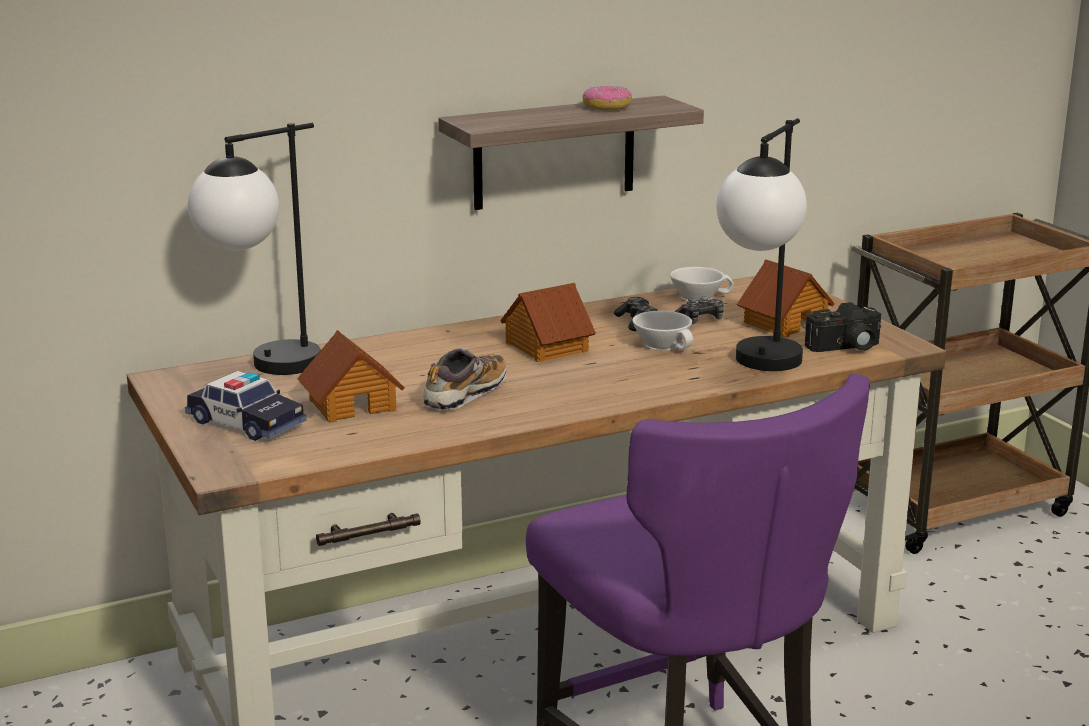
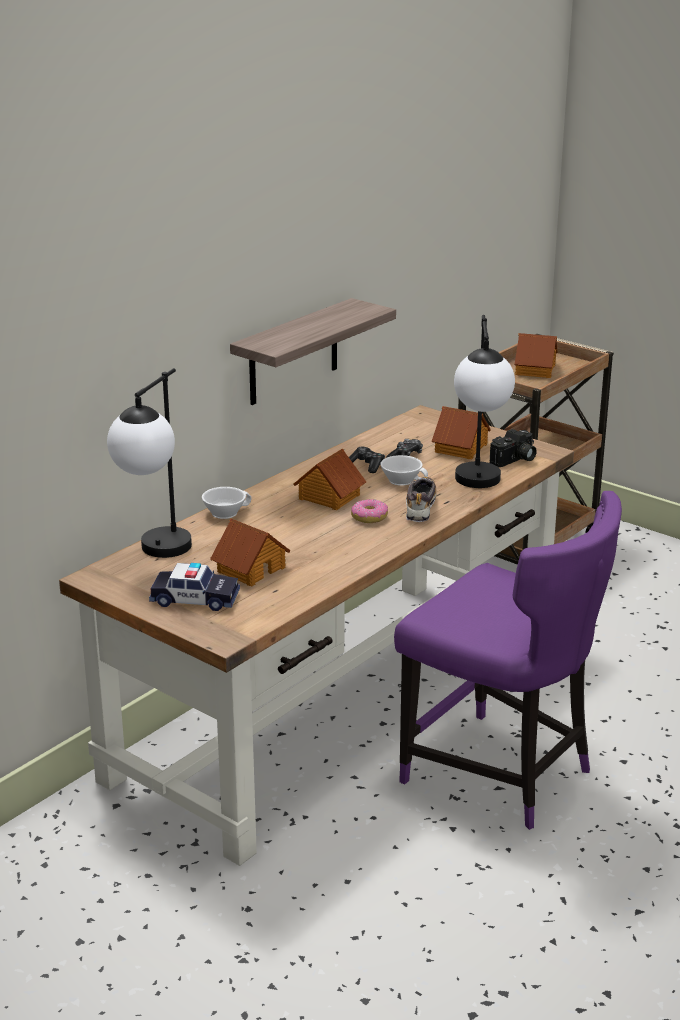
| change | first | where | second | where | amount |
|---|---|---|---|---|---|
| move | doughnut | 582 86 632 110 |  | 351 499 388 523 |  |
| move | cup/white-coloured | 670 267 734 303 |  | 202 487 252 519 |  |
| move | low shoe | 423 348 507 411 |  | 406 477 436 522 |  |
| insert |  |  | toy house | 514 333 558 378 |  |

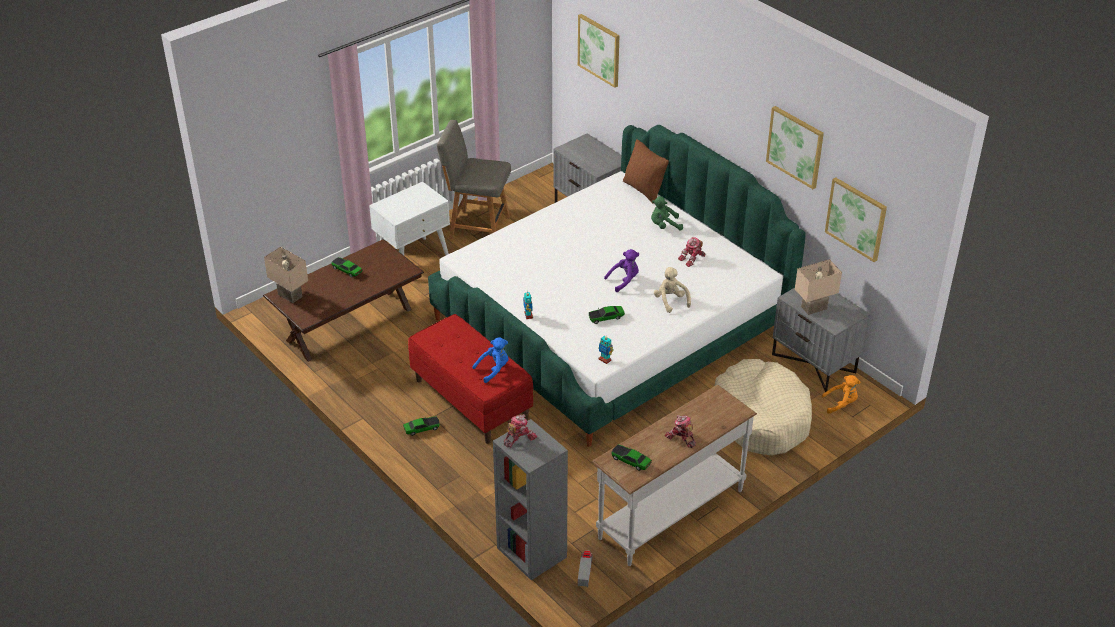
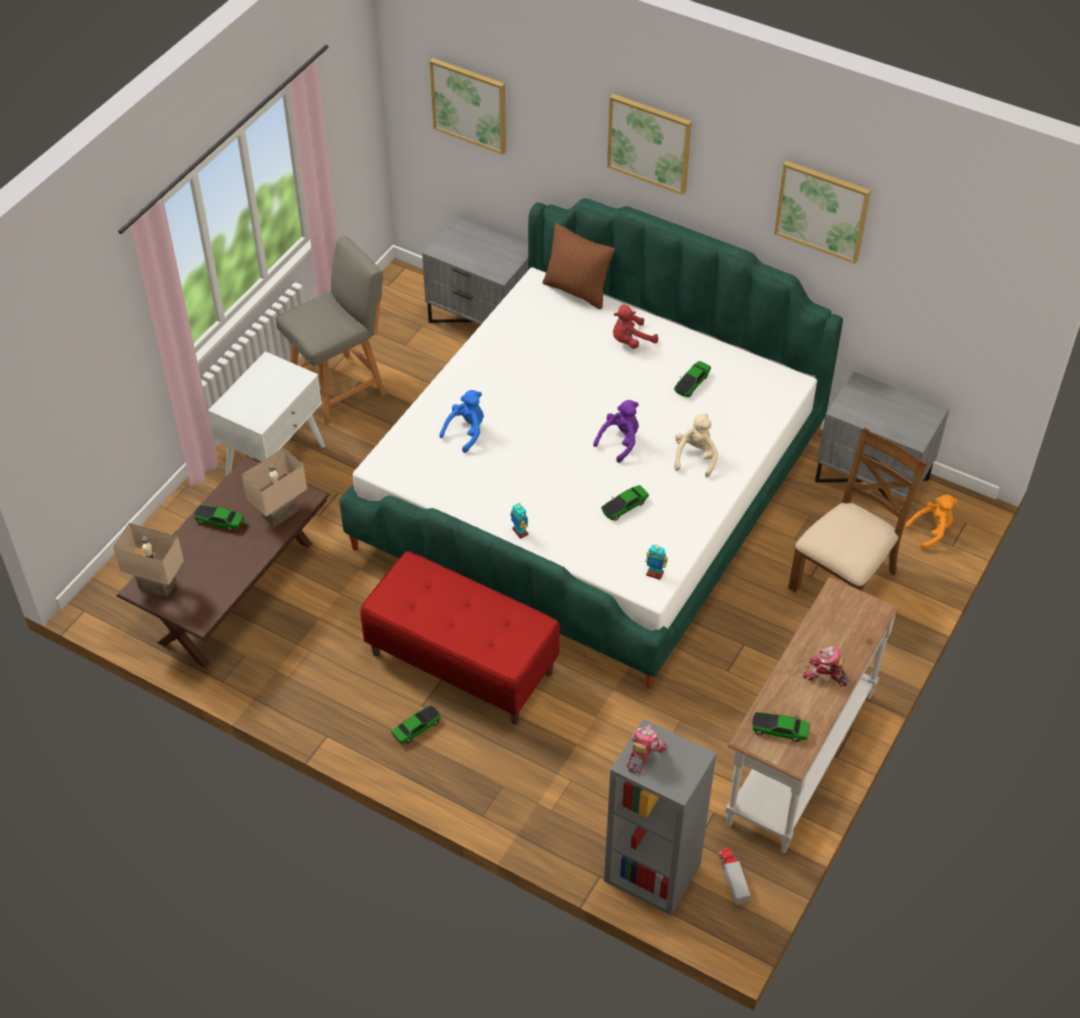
| change | first | where | second | where | amount |
|---|---|---|---|---|---|
| rotate | chair/grey | 437 120 511 239 |  | 276 235 386 425 | 150 degrees clockwise |
| move | picture | 825 177 887 262 |  | 607 94 692 195 |  |
| recolor | plush toy/green-coloured | 651 196 683 231 | plush toy/red | 613 305 658 349 |  |
| replace | robot figure | 678 237 705 267 | model car | 674 361 711 397 |  |
| move | lamp for a table/sand-coloured | 795 259 842 315 |  | 242 448 307 527 |  |
| rotate | plush toy/sand-coloured | 654 267 691 313 |  | 674 414 718 477 | 60 degrees clockwise |
| move | plush toy/blue-coloured | 473 337 508 383 |  | 439 390 484 453 |  |
| replace | pet bed/sand-coloured | 715 359 812 456 | chair/brown-coloured | 788 428 927 593 |  |

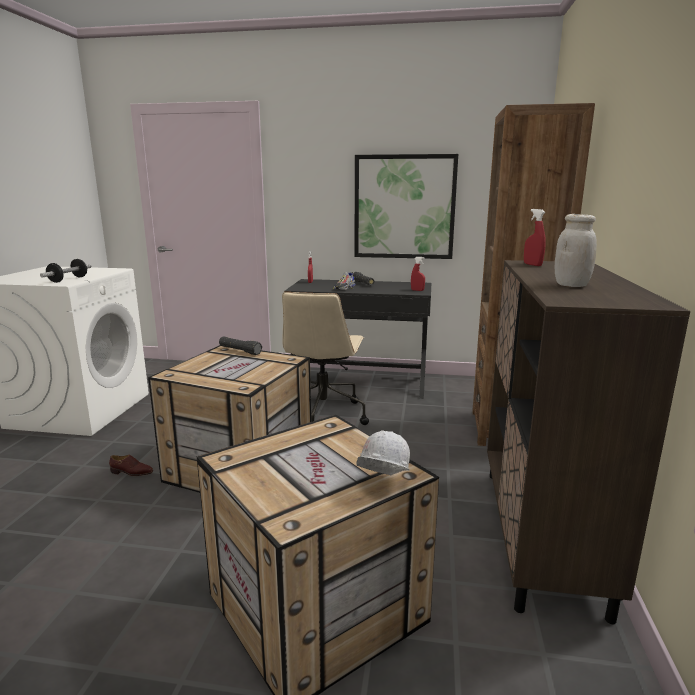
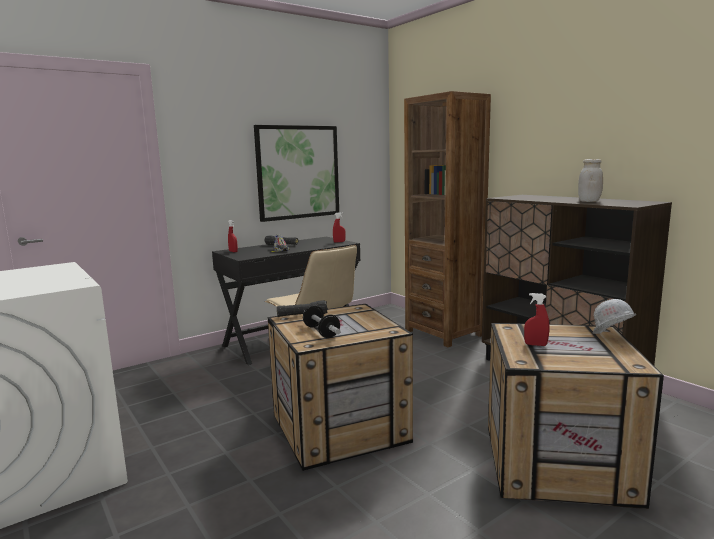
| change | first | where | second | where | amount |
|---|---|---|---|---|---|
| move | sprayer/red | 524 209 546 266 |  | 524 293 549 346 |  |
| move | free weight | 40 259 91 283 |  | 303 305 340 338 |  |
| delete | low shoe/brown-coloured | 109 455 153 476 |  |  |  |

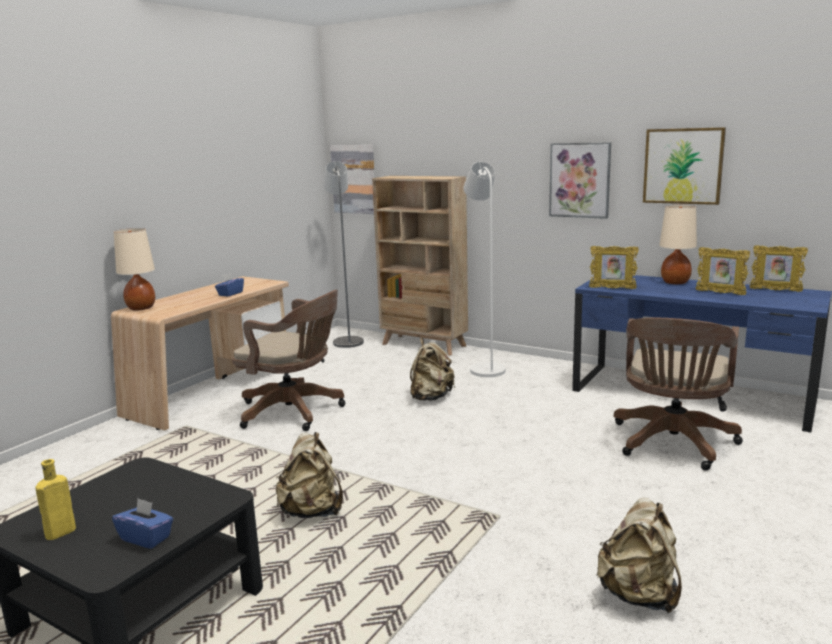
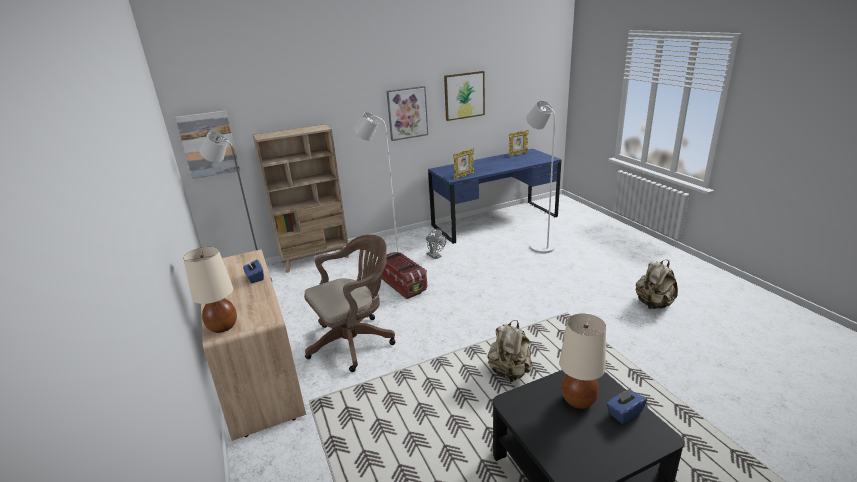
| change | first | where | second | where | amount |
|---|---|---|---|---|---|
| move | lamp for a table/sand-coloured | 659 205 697 284 |  | 559 314 606 409 |  |
| delete | photo frame | 695 247 750 295 |  |  |  |
| replace | desk chair/brown-coloured | 614 318 743 471 | floor lamp/white-coloured | 526 101 555 253 |  |
| replace | rucksack/sand-coloured | 410 337 455 401 | storage box | 382 252 427 299 |  |
| delete | drink bottle/yellowish | 35 459 76 540 |  |  |  |
| insert |  |  | electric fan/grey | 426 228 446 259 |  |

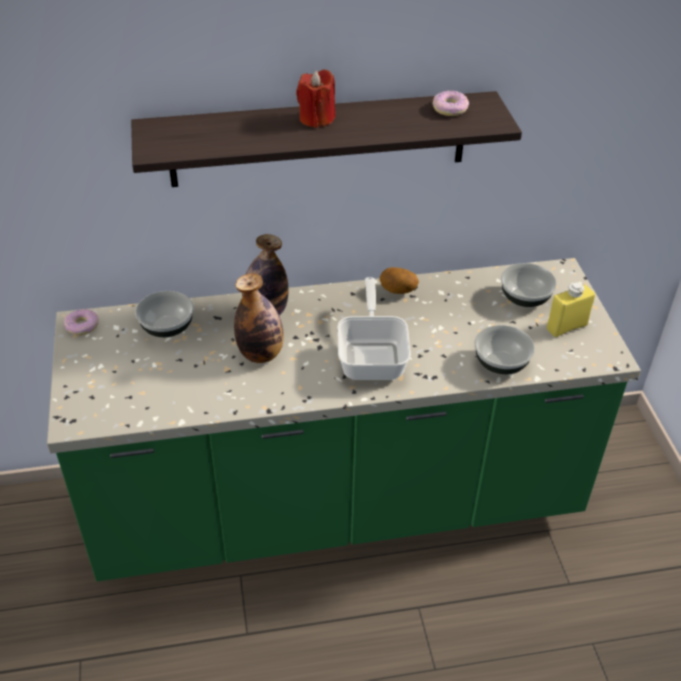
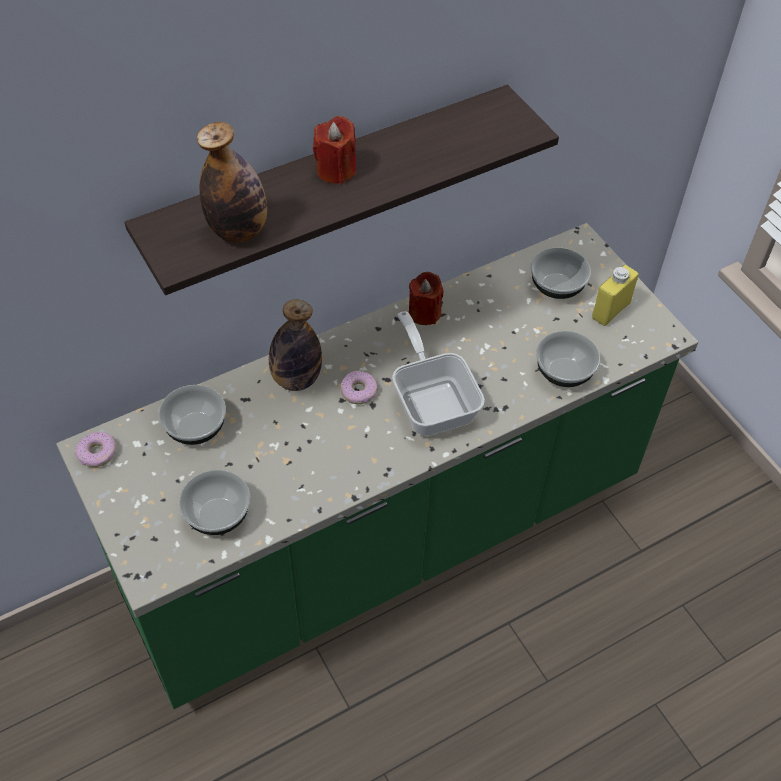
| change | first | where | second | where | amount |
|---|---|---|---|---|---|
| move | doughnut | 432 91 469 116 |  | 341 371 378 404 |  |
| replace | whole potato | 380 267 419 294 | wax light/red | 409 272 444 325 |  |
| move | drink bottle | 234 273 284 363 |  | 197 122 267 242 |  |
| insert |  |  | serving bowl | 179 470 250 535 |  |

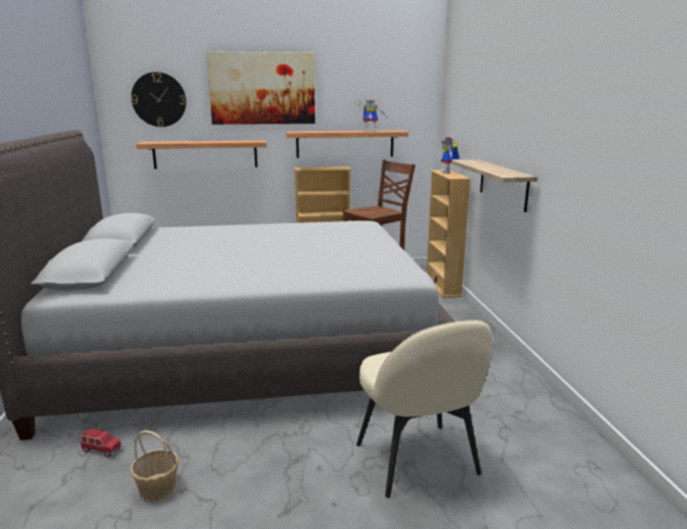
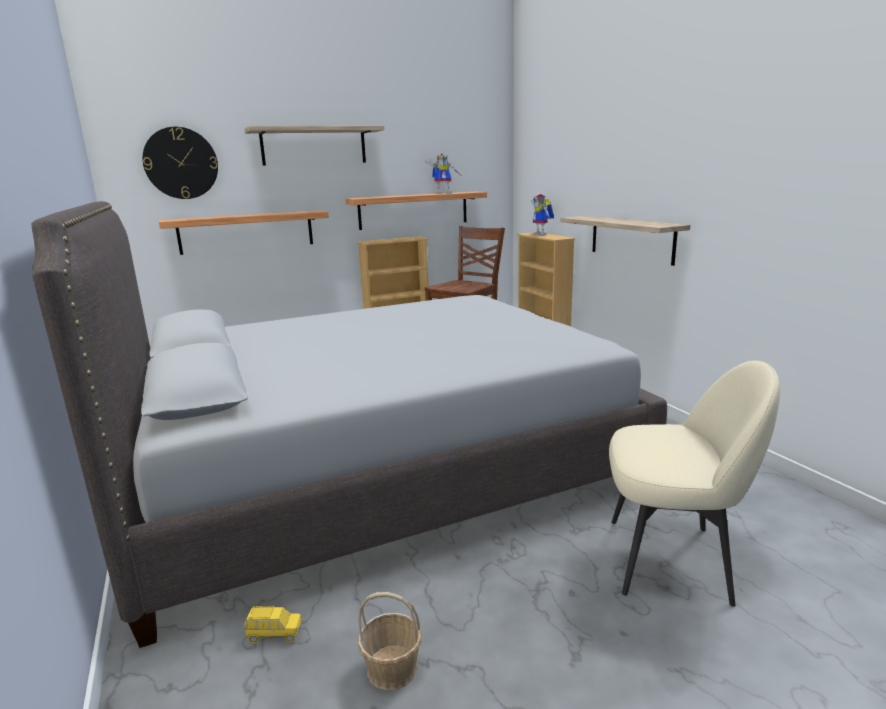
| change | first | where | second | where | amount |
|---|---|---|---|---|---|
| replace | picture | 207 51 315 124 | wall shelf | 245 126 385 166 |  |
| rotate | chair/sand-coloured | 356 320 493 498 |  | 609 360 780 607 | 45 degrees counterclockwise |
| recolor | model car/red | 81 428 121 458 | model car/yellowish | 245 606 302 643 |  |

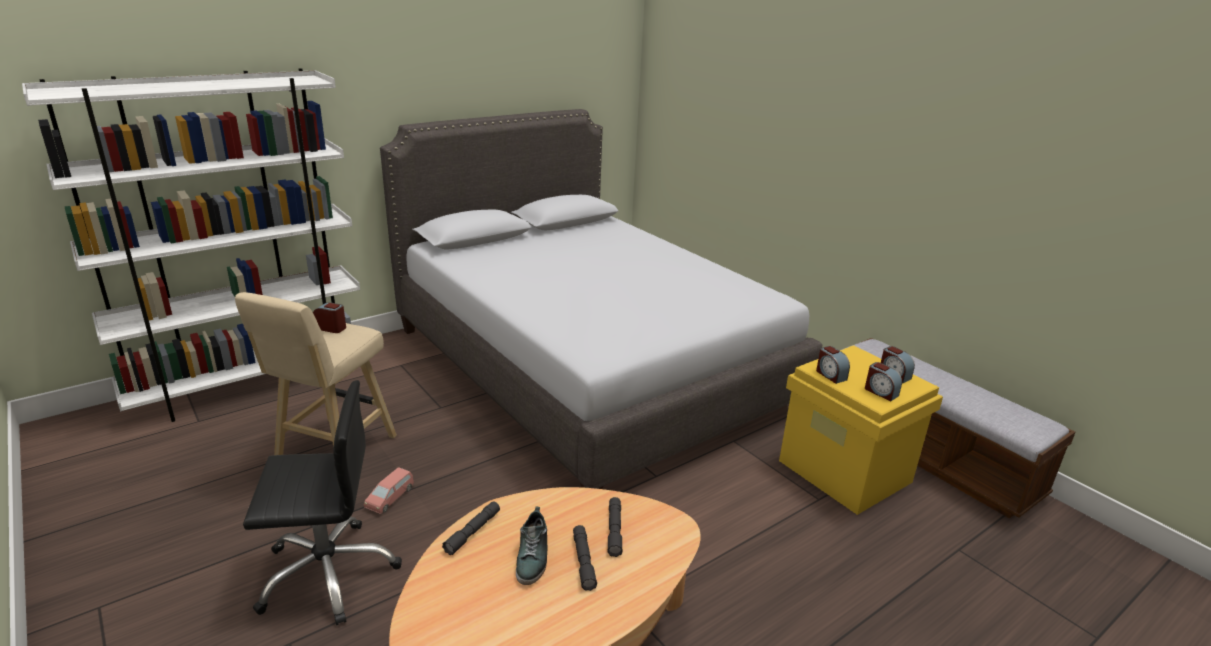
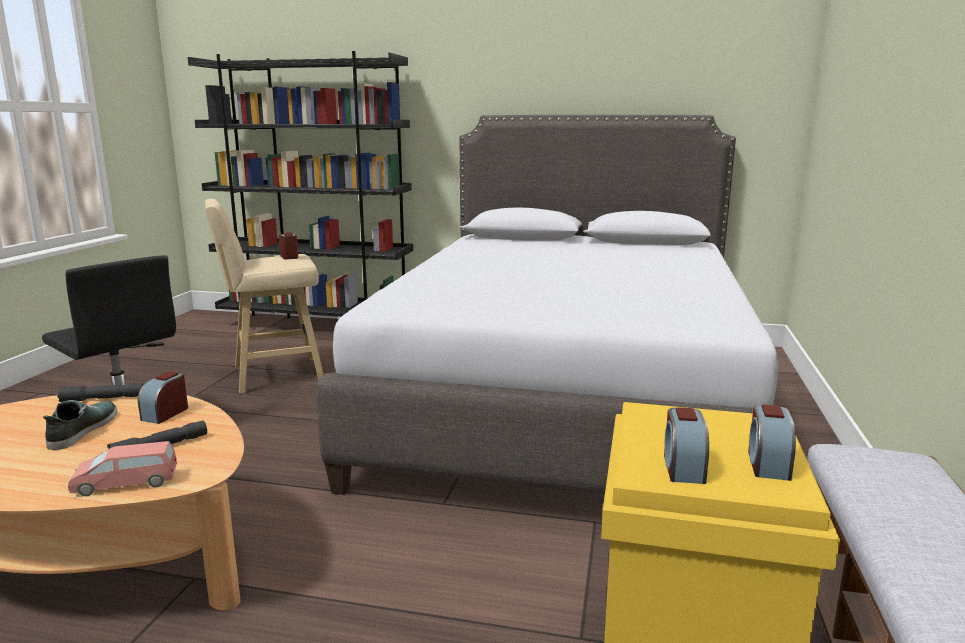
| change | first | where | second | where | amount |
|---|---|---|---|---|---|
| recolor | shelving unit/white-coloured | 22 68 360 422 | shelving unit/blackish | 188 51 413 318 |  |
| move | alarm clock | 816 346 850 384 |  | 138 371 188 424 |  |
| move | model car/pink-coloured | 364 467 414 514 |  | 68 441 177 496 |  |
| rotate | low shoe | 516 506 547 585 |  | 43 400 117 450 | 135 degrees clockwise |
| delete | hand torch/grey | 573 525 597 591 |  |  |  |

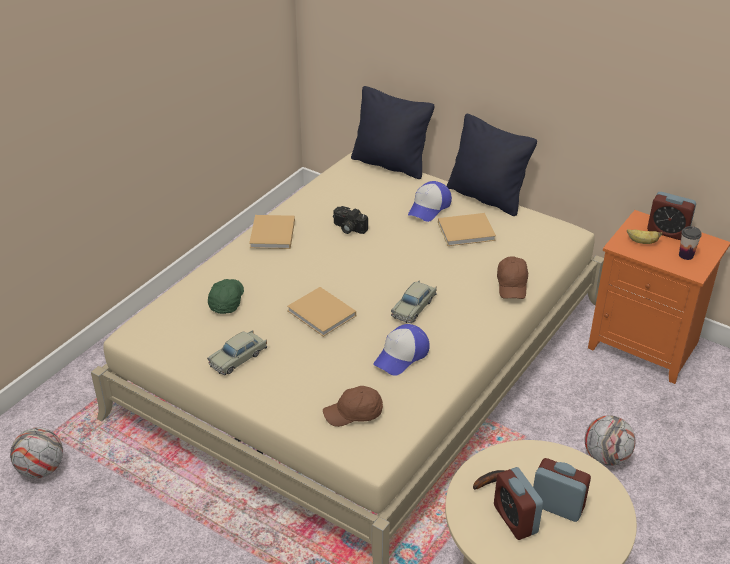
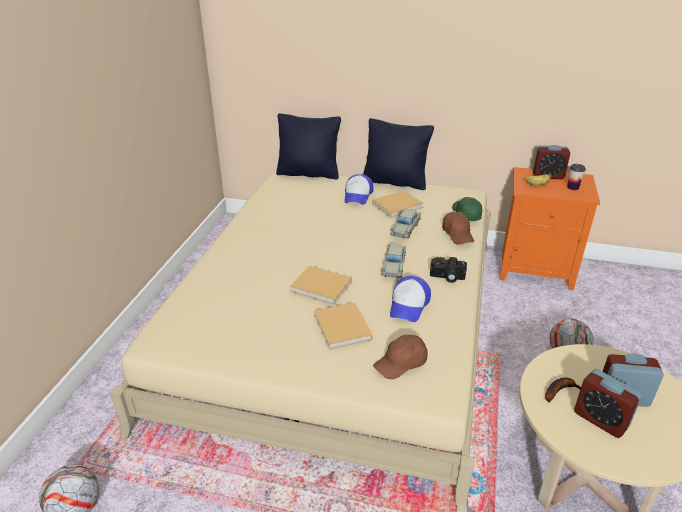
| change | first | where | second | where | amount |
|---|---|---|---|---|---|
| move | photo camera | 333 206 368 234 |  | 430 257 467 283 |  |
| move | volume/sand-coloured | 249 215 295 249 |  | 314 302 373 350 |  |
| move | cap/green-coloured | 208 279 244 314 |  | 452 197 483 221 |  |
| move | model car/sand-coloured | 207 330 267 375 |  | 390 209 421 239 |  |

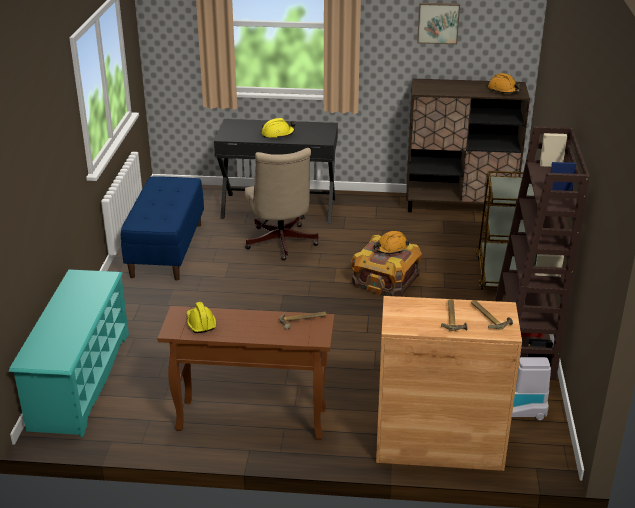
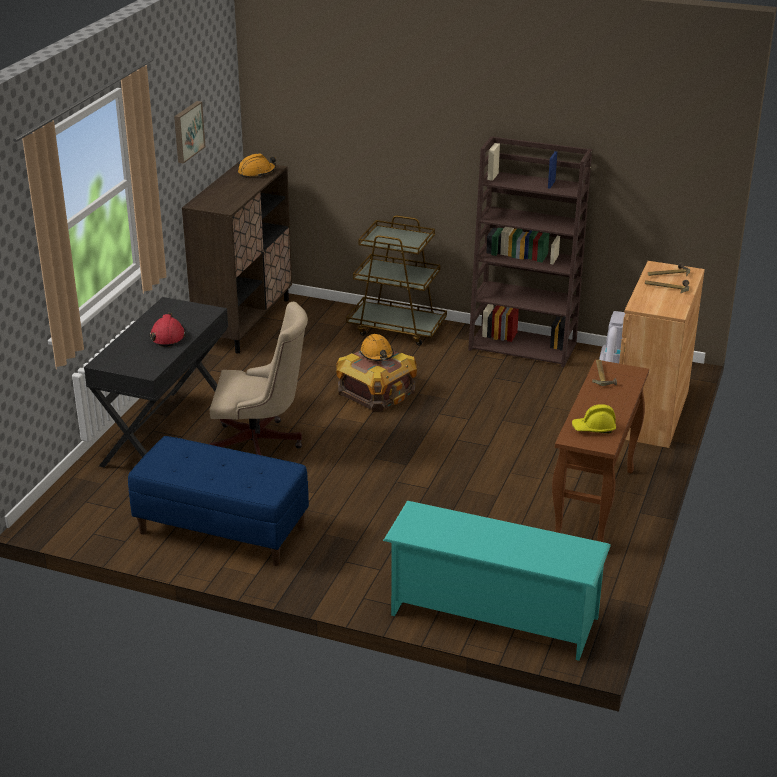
| change | first | where | second | where | amount |
|---|---|---|---|---|---|
| recolor | hard hat/yellowish | 262 118 296 139 | hard hat/red | 150 313 186 347 |  |

